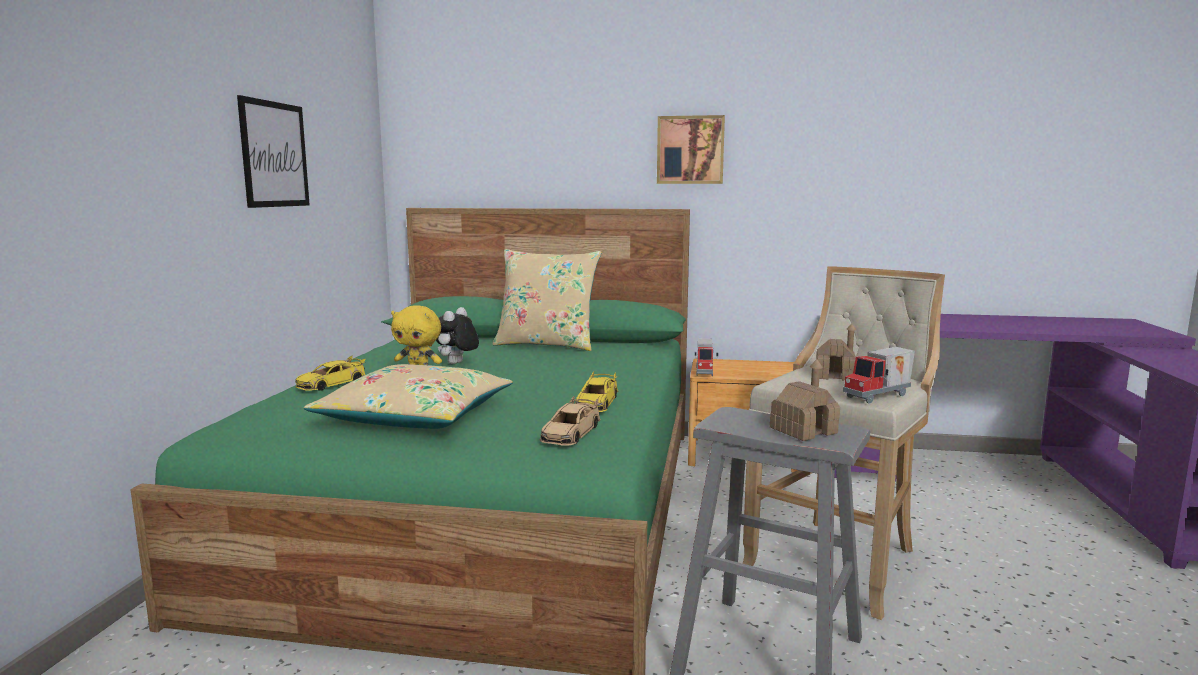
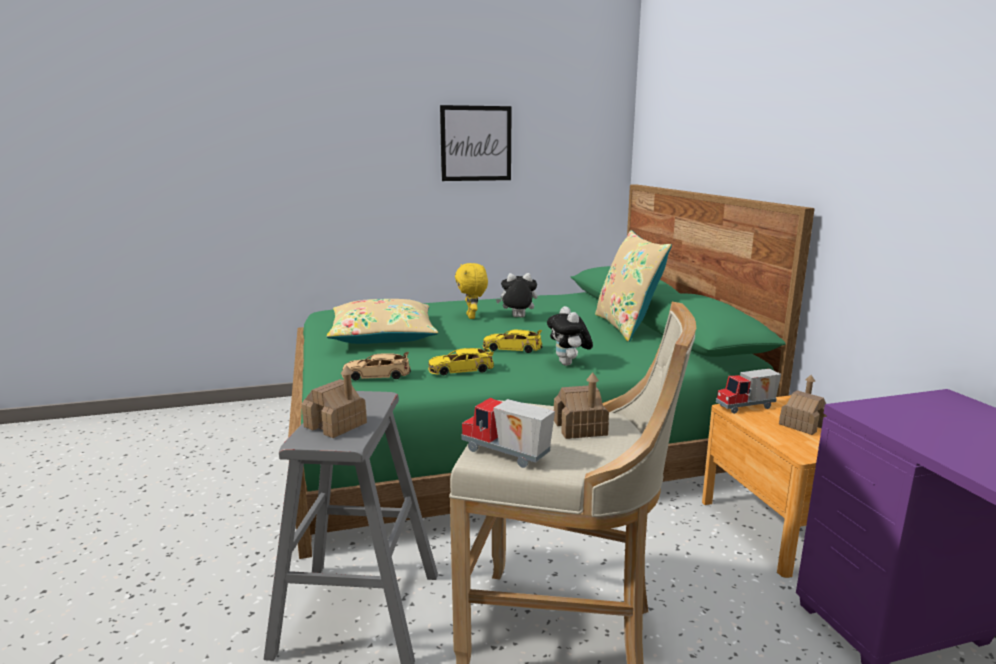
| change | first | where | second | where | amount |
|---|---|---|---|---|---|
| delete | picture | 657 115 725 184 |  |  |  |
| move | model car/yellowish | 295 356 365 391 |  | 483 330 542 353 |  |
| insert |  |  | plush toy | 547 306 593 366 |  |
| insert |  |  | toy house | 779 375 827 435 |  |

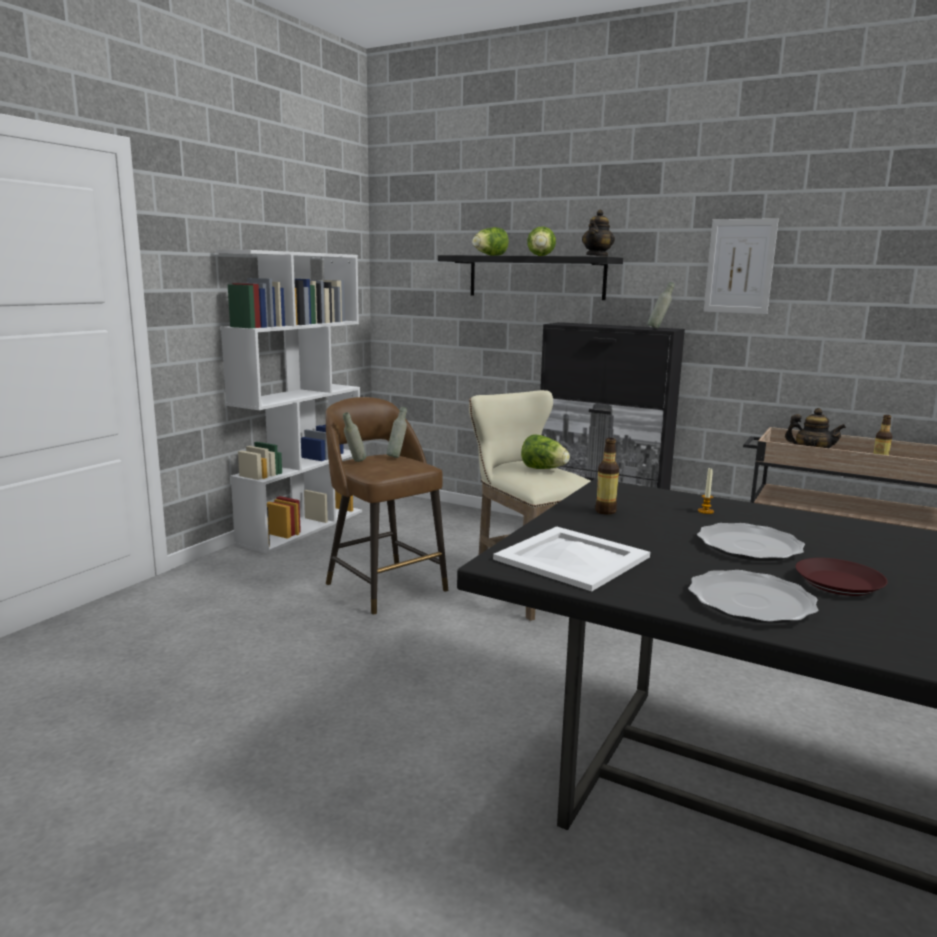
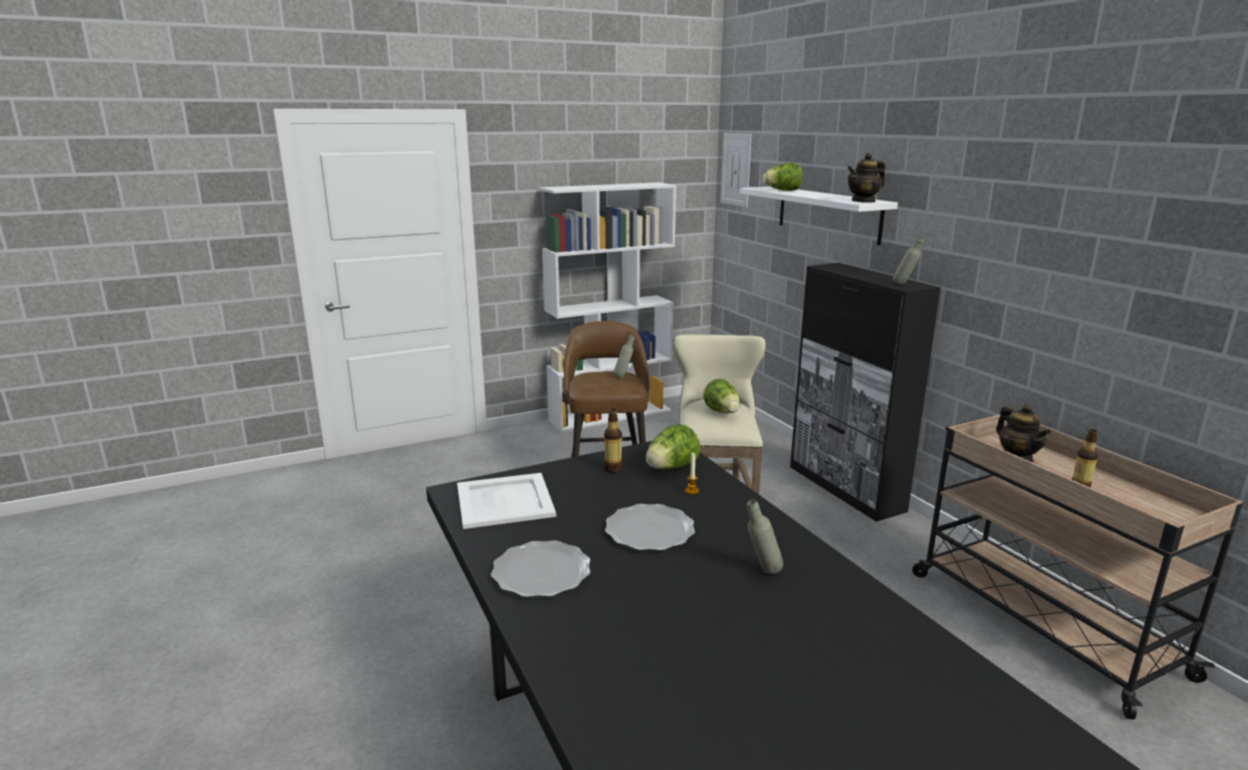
| change | first | where | second | where | amount |
|---|---|---|---|---|---|
| move | picture | 704 218 779 314 |  | 720 133 752 207 |  |
| move | head of lettuce | 527 227 556 256 |  | 646 424 700 470 |  |
| recolor | wall shelf/blackish | 438 255 623 300 | wall shelf/white-coloured | 740 187 898 245 |  |
| move | drink bottle/grey | 343 412 366 462 |  | 747 499 783 574 |  |
| delete | dinner plate/brown-coloured | 796 558 888 596 |  |  |  |

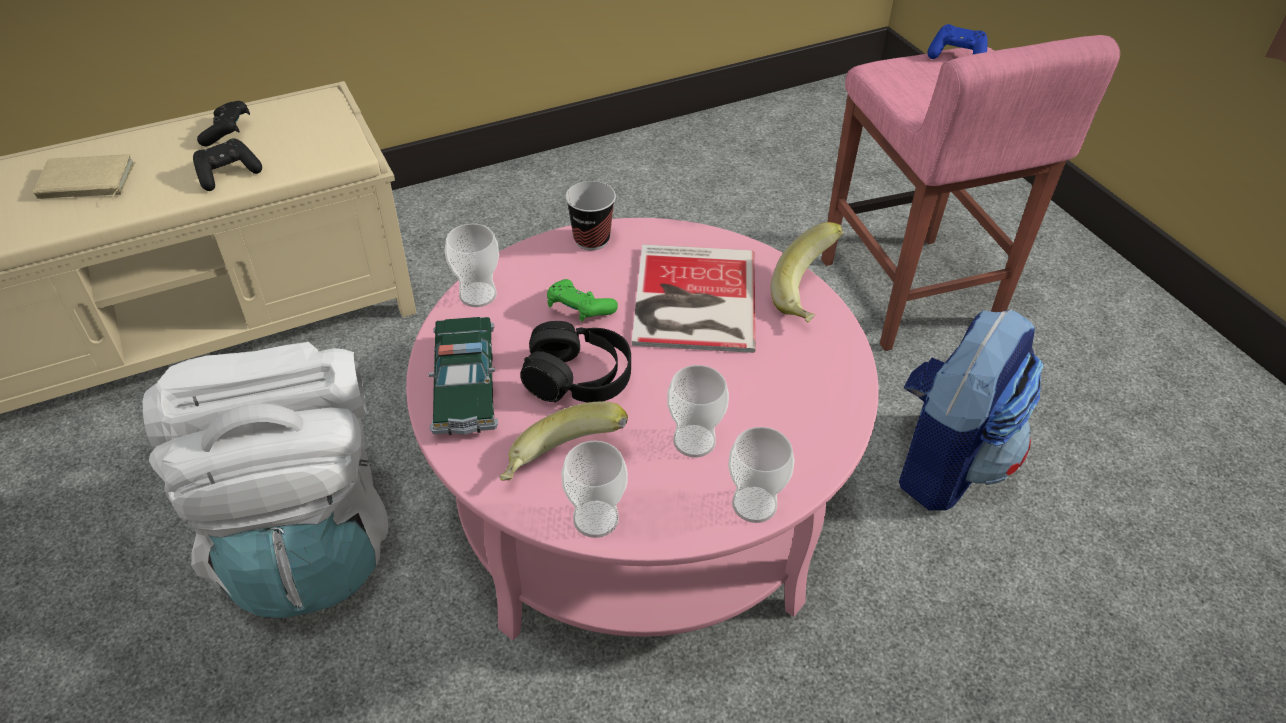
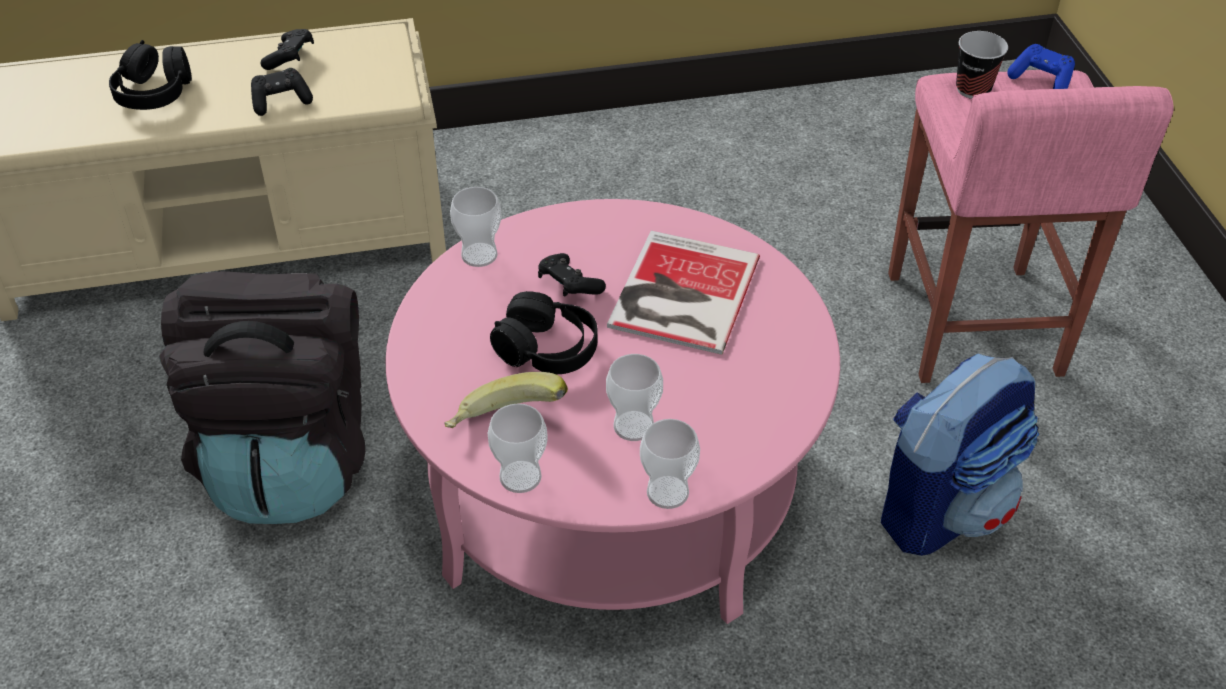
| change | first | where | second | where | amount |
|---|---|---|---|---|---|
| replace | volume/sand-coloured | 33 154 135 200 | pair of headphones/blackish | 109 40 192 110 |  |
| move | cup | 565 181 616 250 |  | 956 31 1008 99 |  |
| delete | whole banana | 771 222 844 323 |  |  |  |
| recolor | game controller/green-coloured | 547 279 618 321 | game controller/blackish | 538 253 606 297 |  |
| delete | model car | 428 317 498 435 |  |  |  |
| recolor | rucksack/white-coloured | 143 342 389 618 | rucksack/blackish | 159 271 365 524 |  |

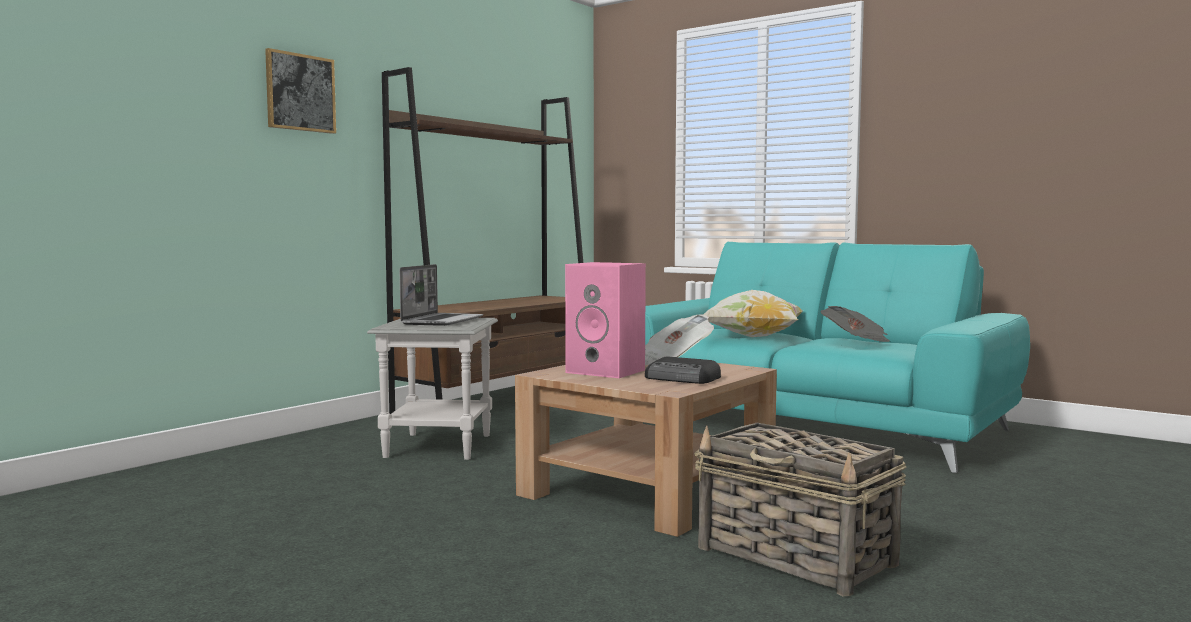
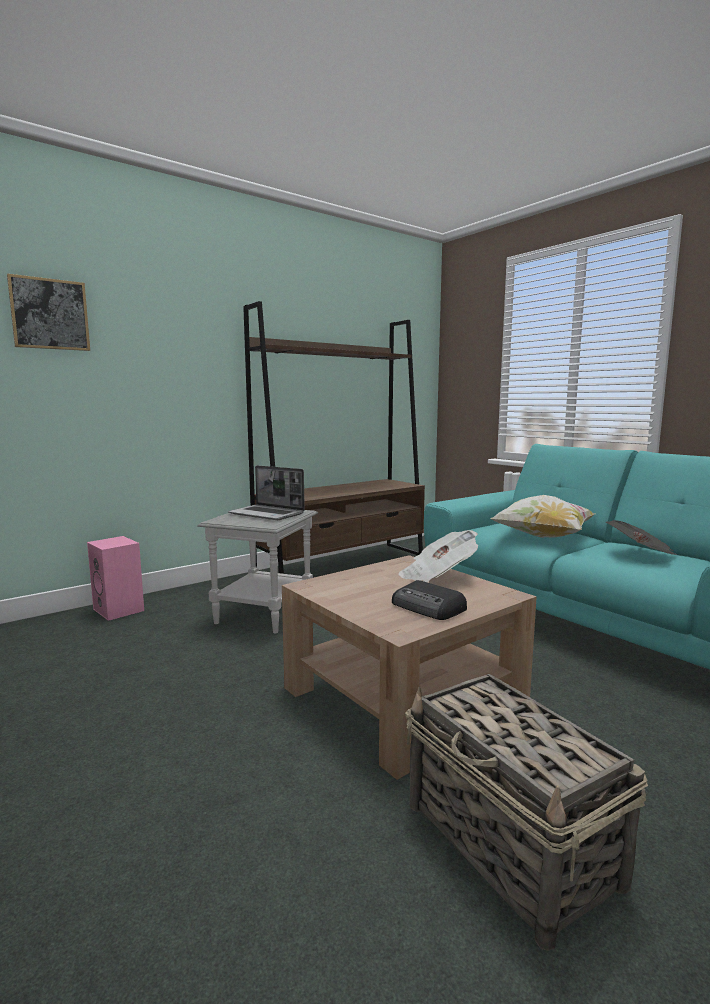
| change | first | where | second | where | amount |
|---|---|---|---|---|---|
| move | picture | 265 48 336 134 |  | 7 274 90 351 |  |
| move | audio speaker/pink-coloured | 565 262 646 378 |  | 87 536 144 621 |  |
| rotate | portable computer | 400 264 483 326 |  | 228 465 305 520 | 90 degrees clockwise |

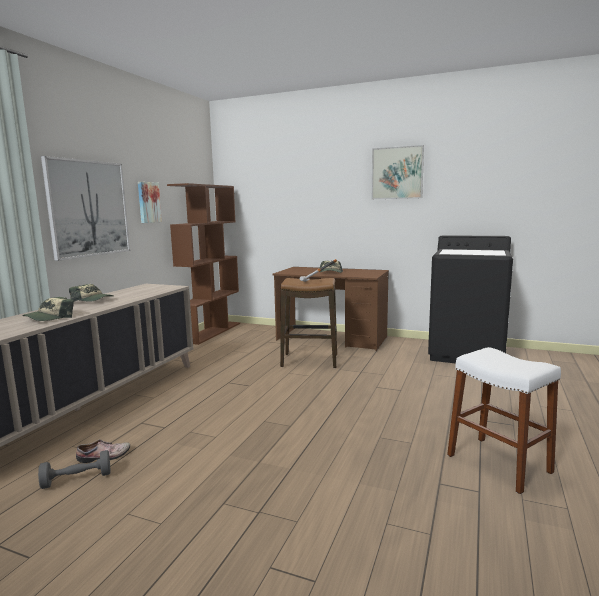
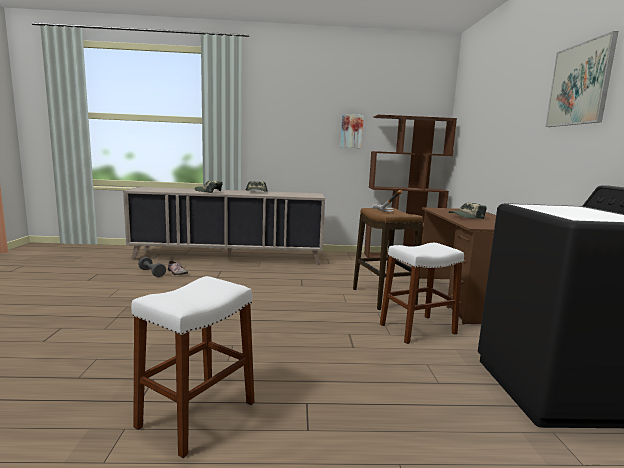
| change | first | where | second | where | amount |
|---|---|---|---|---|---|
| delete | picture | 41 156 130 261 |  |  |  |
| insert |  |  | stool seat/white-coloured | 380 243 464 344 |  |

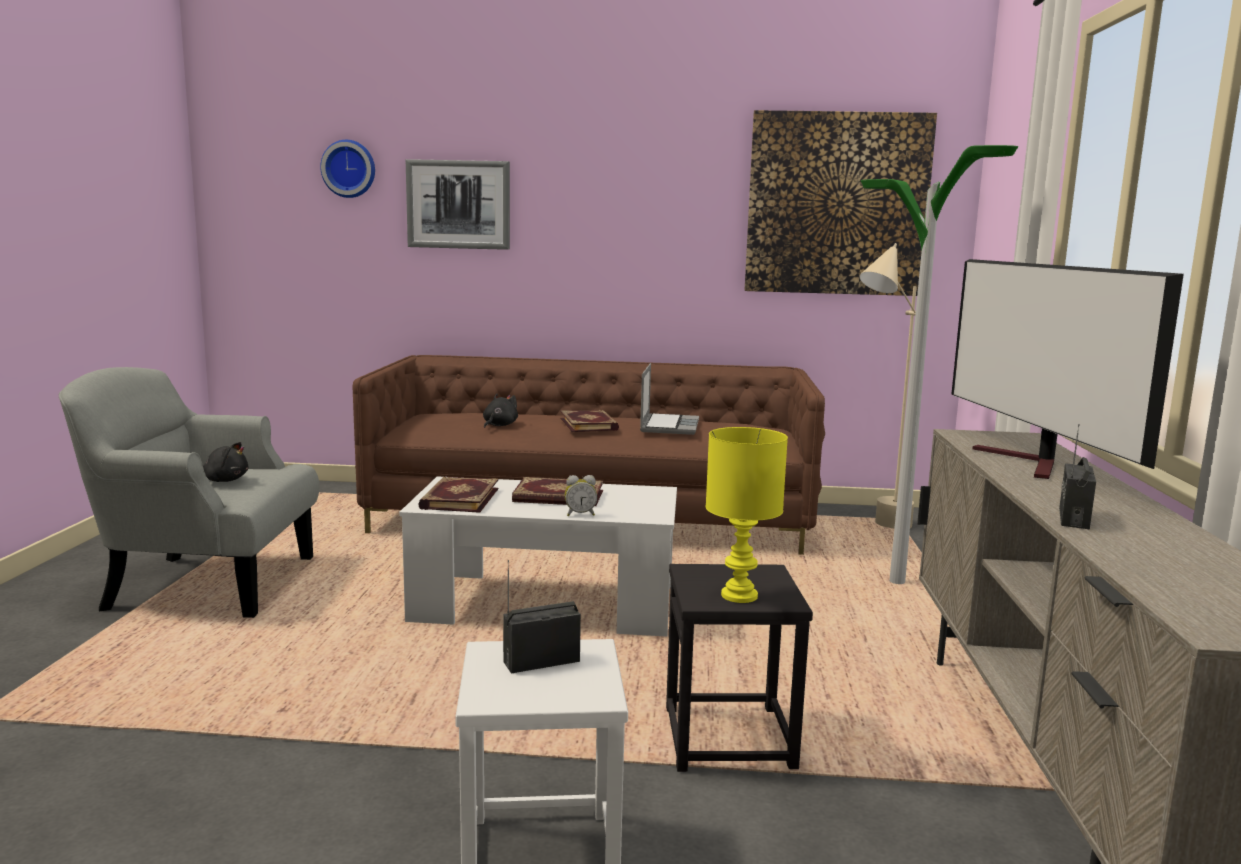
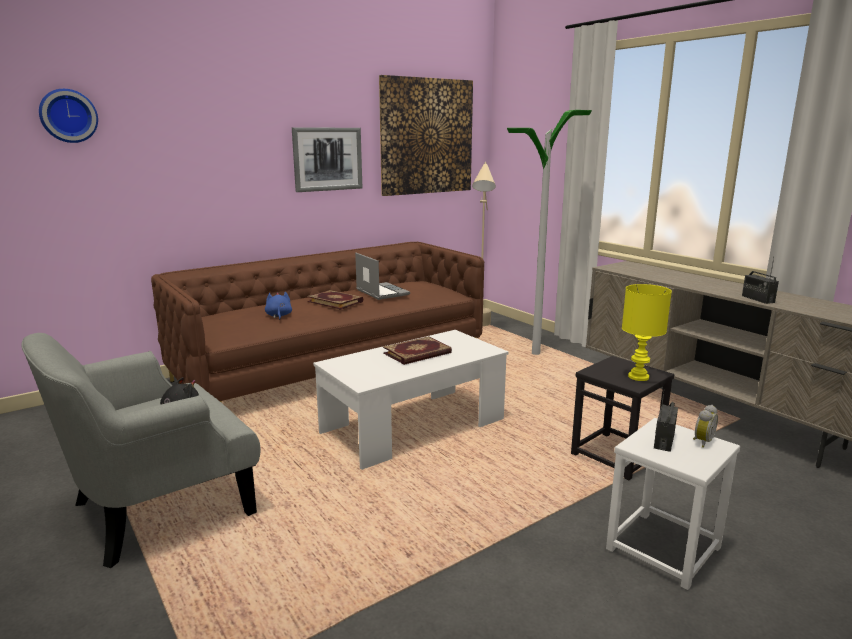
| change | first | where | second | where | amount |
|---|---|---|---|---|---|
| move | picture | 406 159 510 250 |  | 292 127 362 192 |  |
| delete | television | 951 259 1184 479 |  |  |  |
| recolor | plush toy/blackish | 483 394 518 428 | plush toy/blue-coloured | 265 292 292 320 |  |
| move | alarm clock | 565 475 597 516 |  | 693 405 718 448 |  |
| delete | volume | 418 477 499 513 |  |  |  |

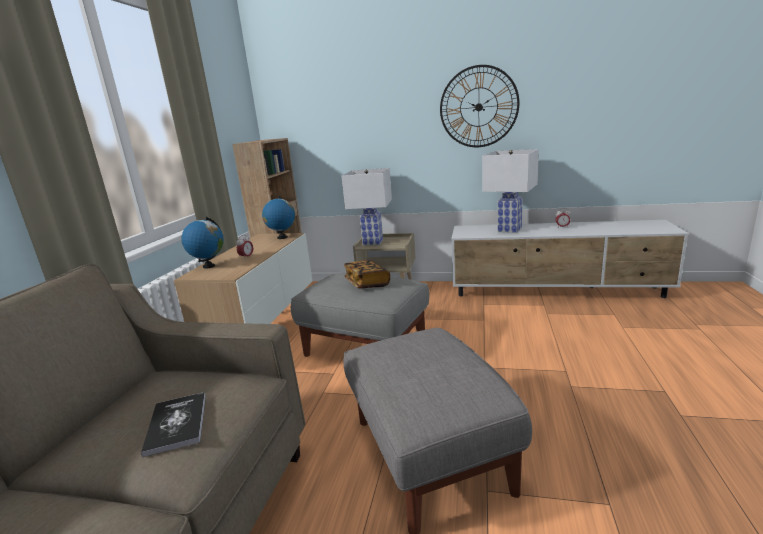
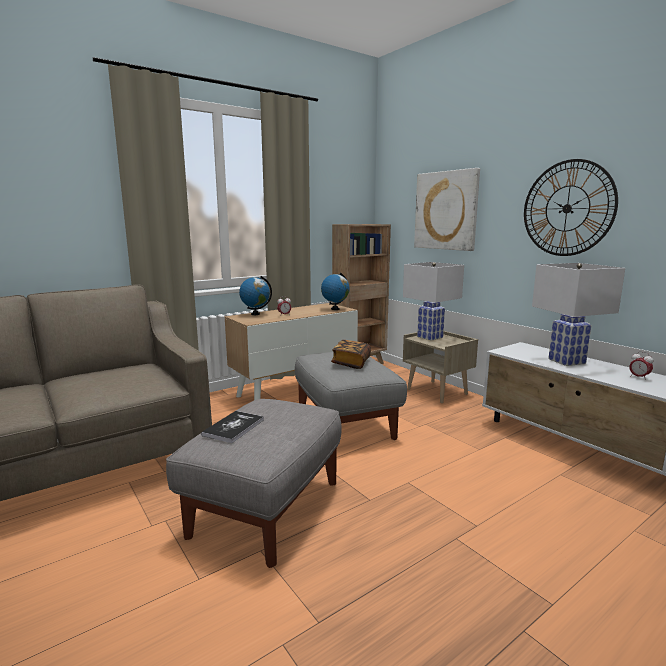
| change | first | where | second | where | amount |
|---|---|---|---|---|---|
| move | volume | 141 392 206 457 |  | 201 411 264 443 |  |
| insert |  |  | picture | 414 168 480 251 |  |

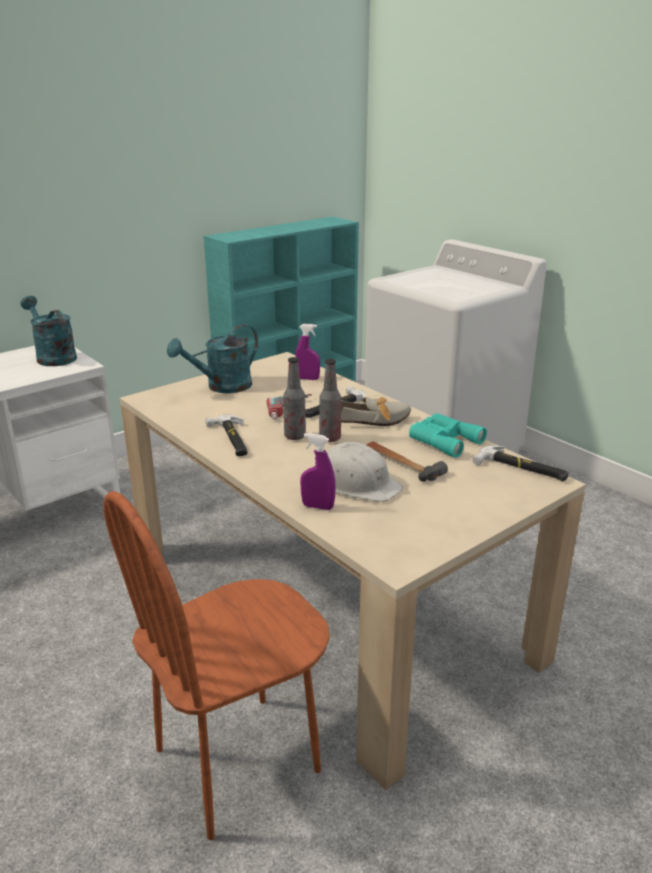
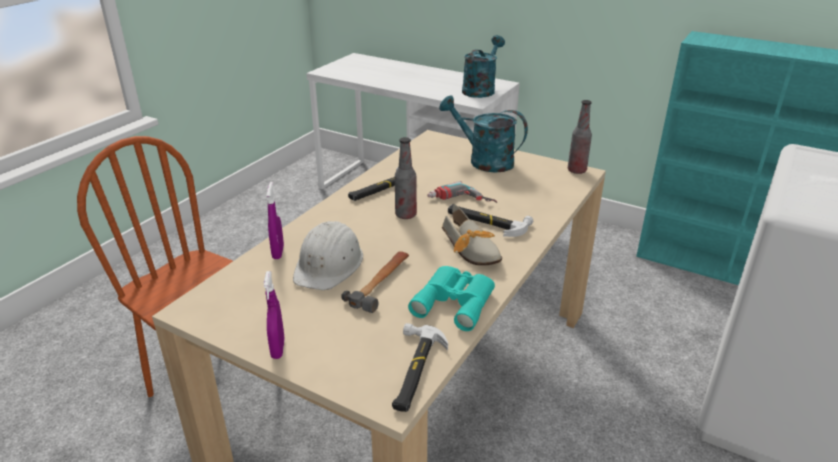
| change | first | where | second | where | amount |
|---|---|---|---|---|---|
| move | sprayer/purple | 295 324 320 380 |  | 264 271 285 359 |  |
| move | drink bottle | 319 359 341 442 |  | 568 100 592 174 |  |

